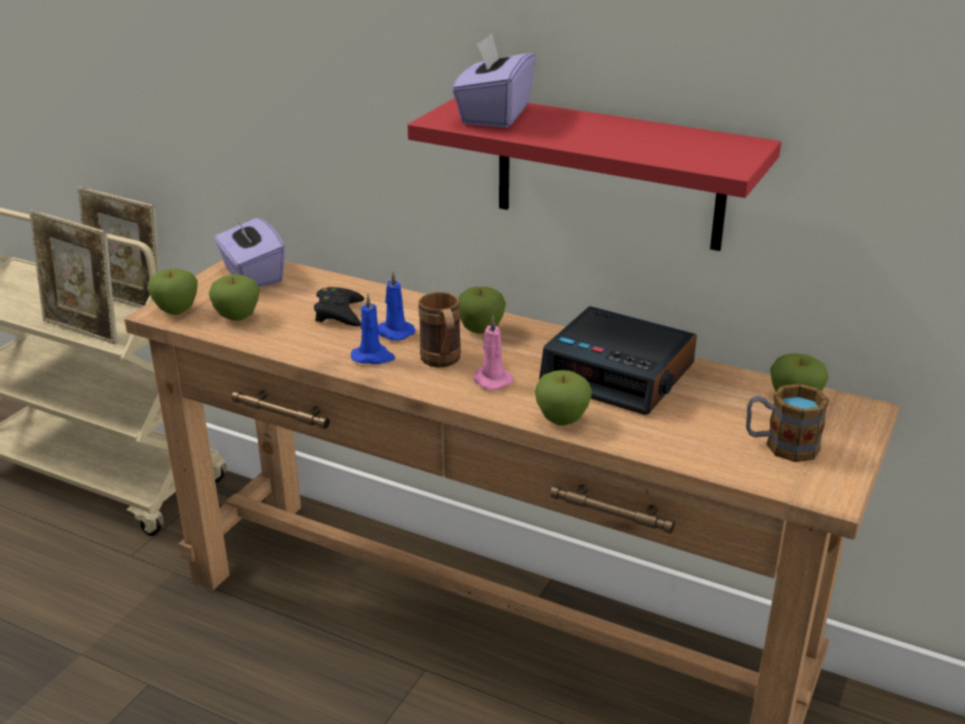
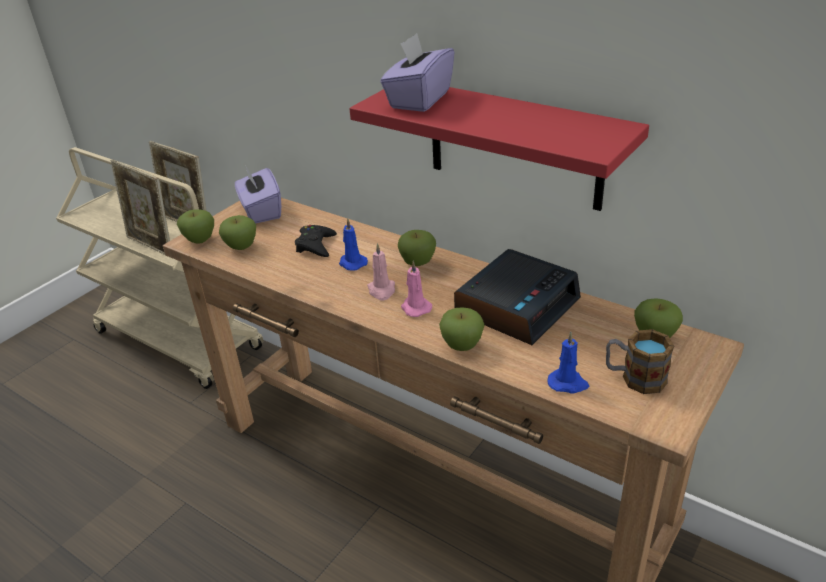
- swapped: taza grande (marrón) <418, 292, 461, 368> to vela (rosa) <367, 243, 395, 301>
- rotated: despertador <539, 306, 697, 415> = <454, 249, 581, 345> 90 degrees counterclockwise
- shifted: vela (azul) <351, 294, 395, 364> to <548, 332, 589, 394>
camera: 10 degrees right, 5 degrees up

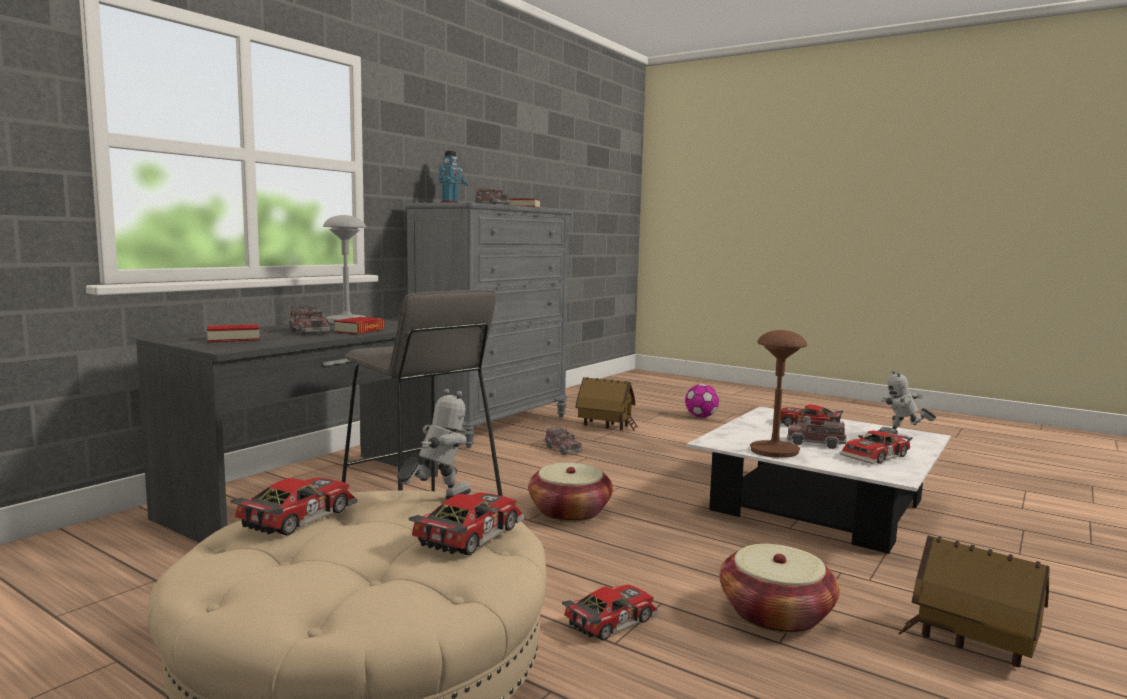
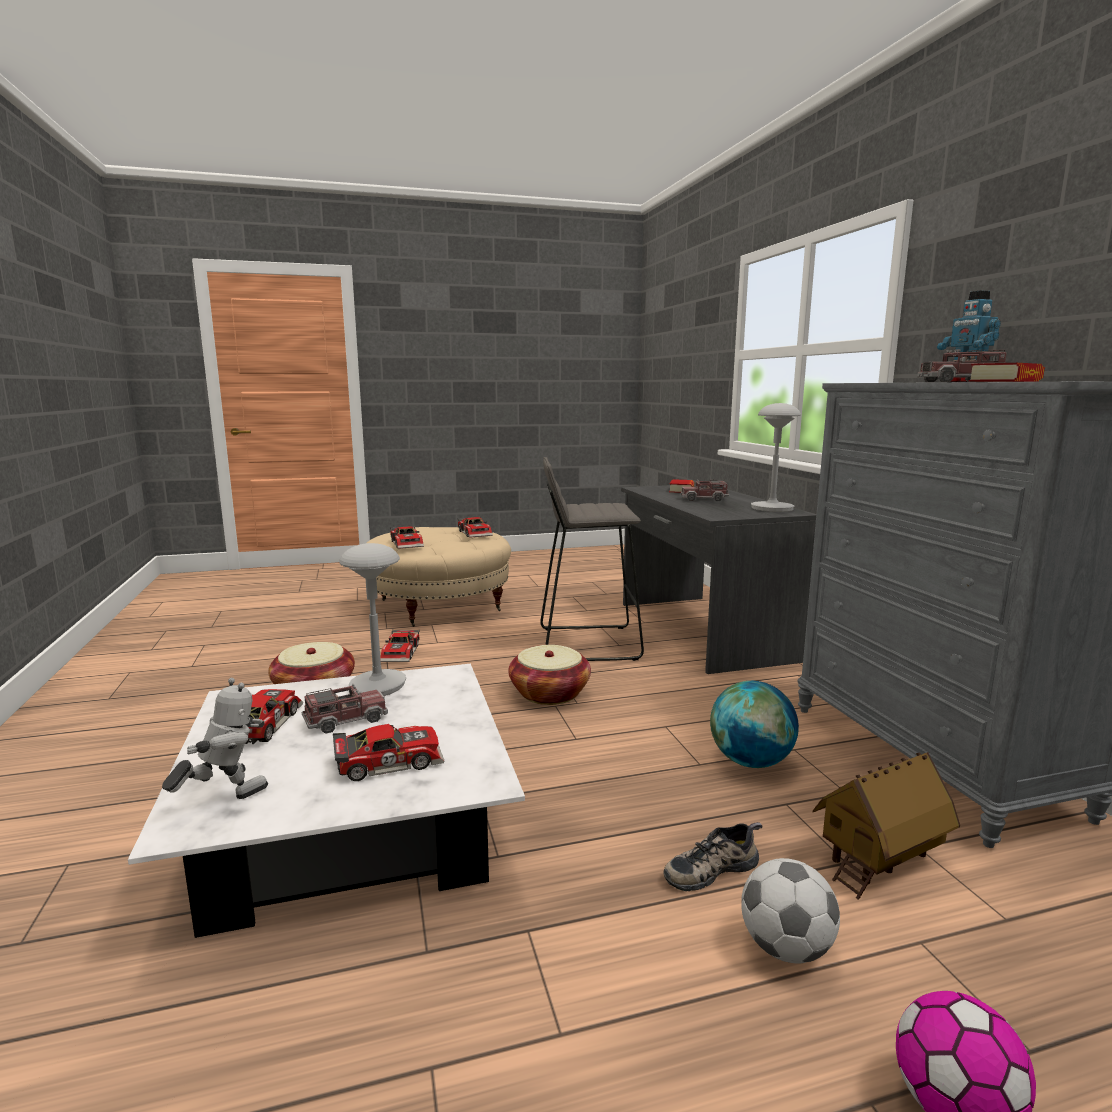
- repainted: lámpara de mesa (marrón) <750, 330, 807, 458> to lámpara de mesa (gris) <339, 543, 406, 696>
- new: zapato <663, 822, 763, 891>
- swapped: camión de juguete <543, 427, 583, 455> to globo terráqueo <710, 681, 799, 768>
- new: balón de fútbol <741, 858, 840, 963>
- gone: libro <334, 317, 385, 334>
- gone: robot de juguete <397, 389, 471, 500>
- gone: casita <898, 536, 1050, 667>
camera: 130 degrees right, 5 degrees up

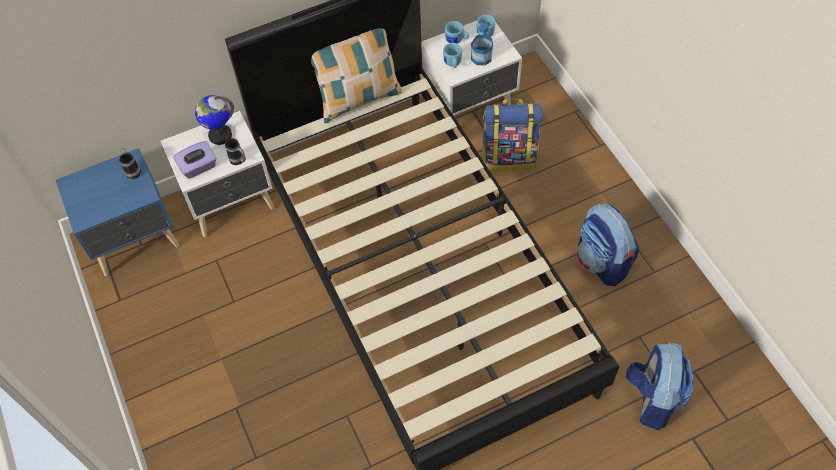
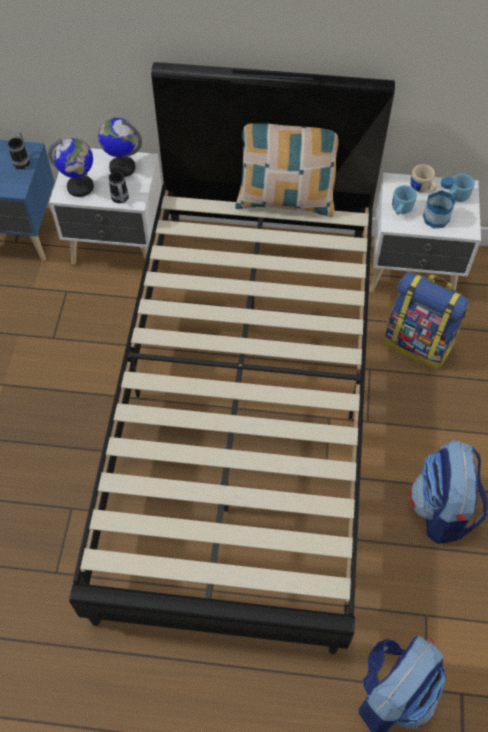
- swapped: caja de pañuelos (morado) <173, 141, 216, 179> to globo terráqueo <48, 138, 94, 197>
- repainted: taza grande (azul) <445, 21, 469, 44> to taza grande (beis) <410, 164, 437, 193>
camera: 30 degrees right, 0 degrees up

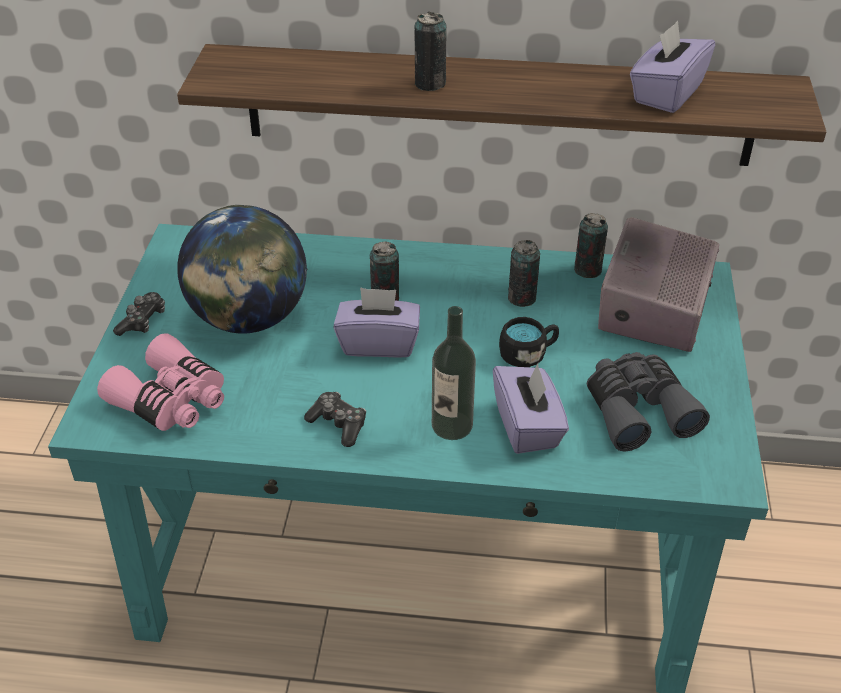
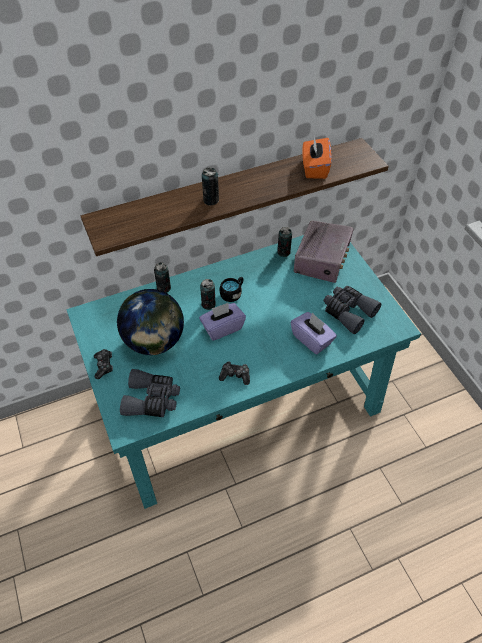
- repainted: prismáticos (rosa) <97, 333, 224, 431> to prismáticos (gris) <120, 369, 180, 417>
- shifted: lata <508, 240, 540, 307> to <154, 262, 171, 293>
- shifted: taza grande (negro) <499, 317, 559, 367> to <220, 277, 243, 302>
- rotated: radio <598, 217, 719, 352> = <294, 221, 353, 283> 150 degrees counterclockwise
- repainted: caja de pañuelos (morado) <630, 21, 715, 113> to caja de pañuelos (naranja) <302, 136, 332, 179>
- gone: botella <432, 306, 476, 440>
camera: 30 degrees left, 10 degrees up

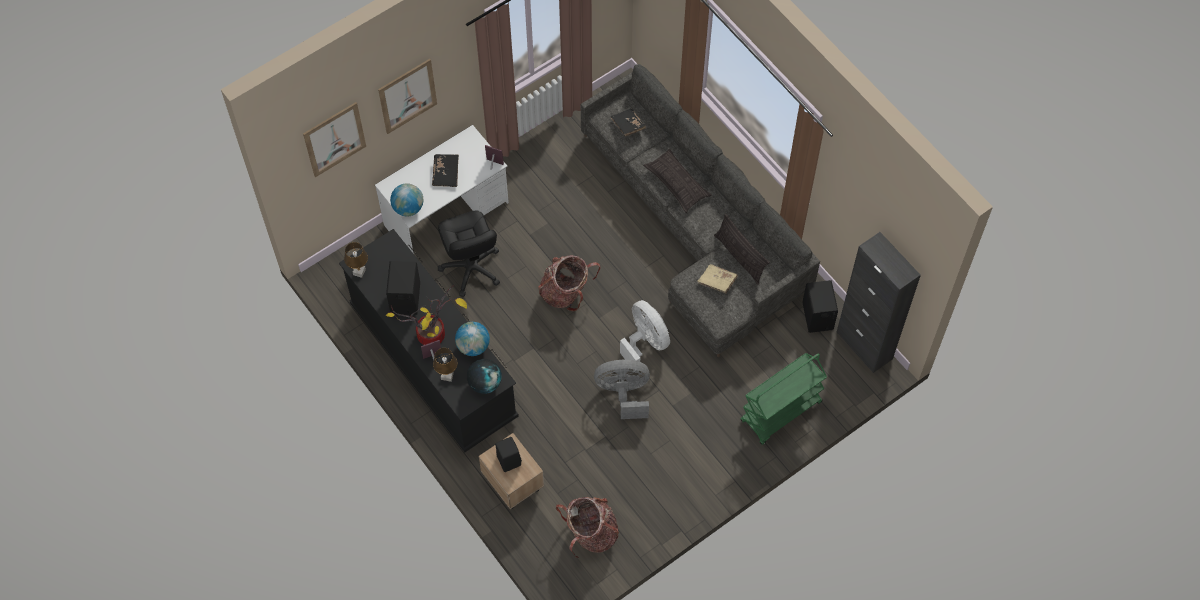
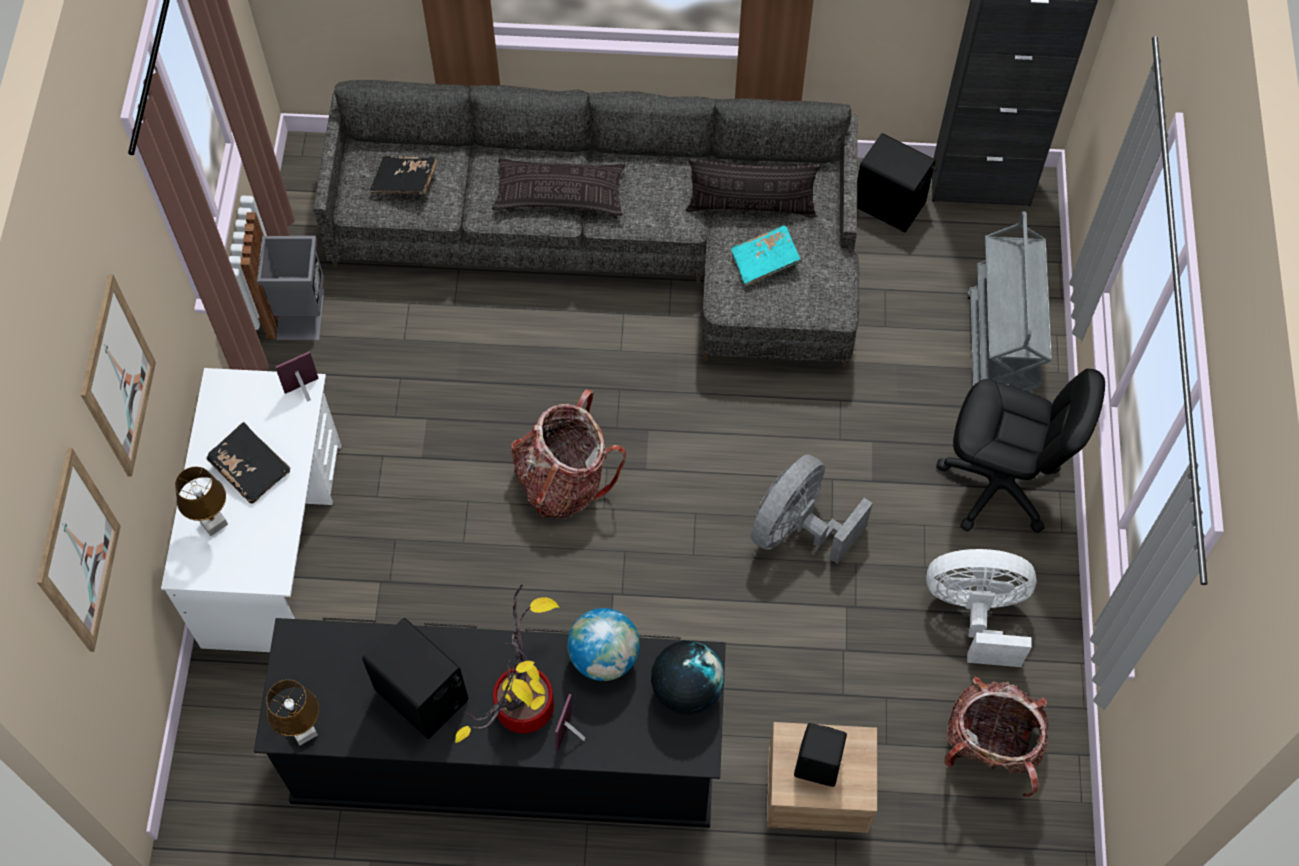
- shifted: lámpara de mesa (marrón) <433, 348, 457, 382> to <175, 467, 228, 536>
- new: papelera (gris) <240, 212, 324, 340>
- repainted: libro (beis) <697, 264, 738, 294> to libro (turquesa) <731, 225, 802, 287>
- shifted: ventilador (blanco) <620, 300, 670, 373> to <926, 549, 1037, 667>
- shifted: silla de oficina (negro) <438, 211, 500, 297> to <936, 369, 1105, 533>
- repainted: carrito (verde) <740, 353, 827, 445> to carrito (gris) <967, 212, 1052, 393>
- gone: globo terráqueo <390, 183, 423, 216>
camera: 50 degrees left, 0 degrees up

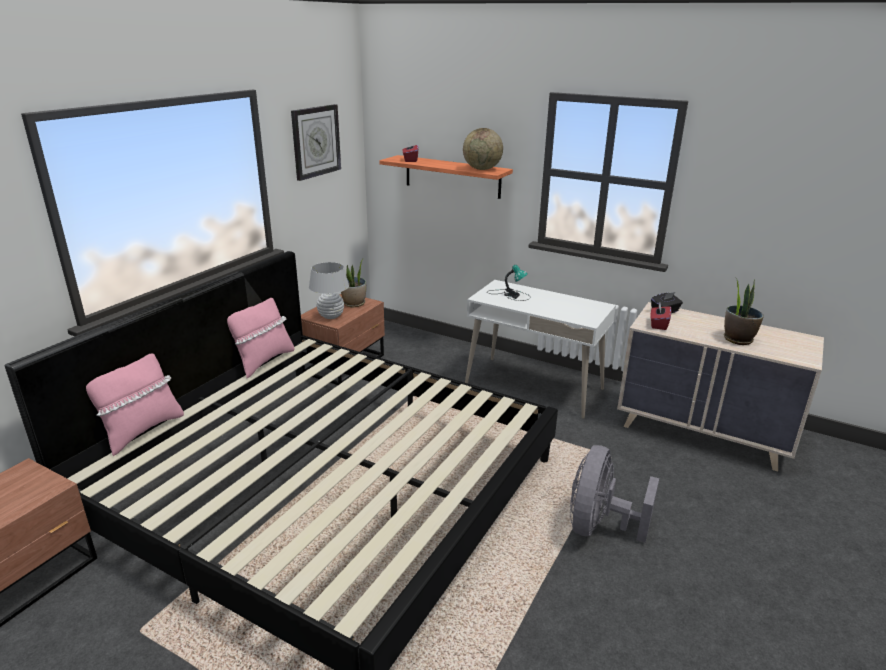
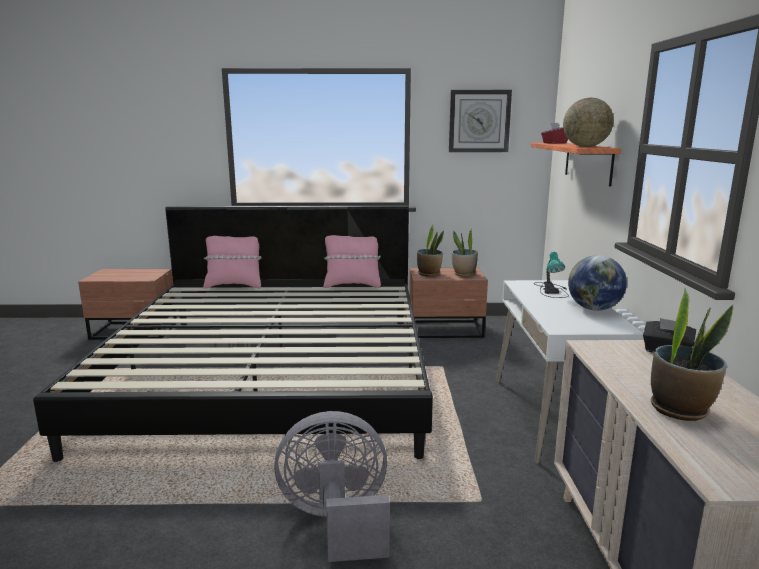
- swapped: lámpara de mesa (blanco) <309, 262, 349, 319> to planta en maceta <417, 225, 444, 277>
- new: globo terráqueo <568, 255, 627, 311>
- gone: caja de pañuelos (rojo) <650, 303, 671, 330>
camera: 60 degrees right, 10 degrees down

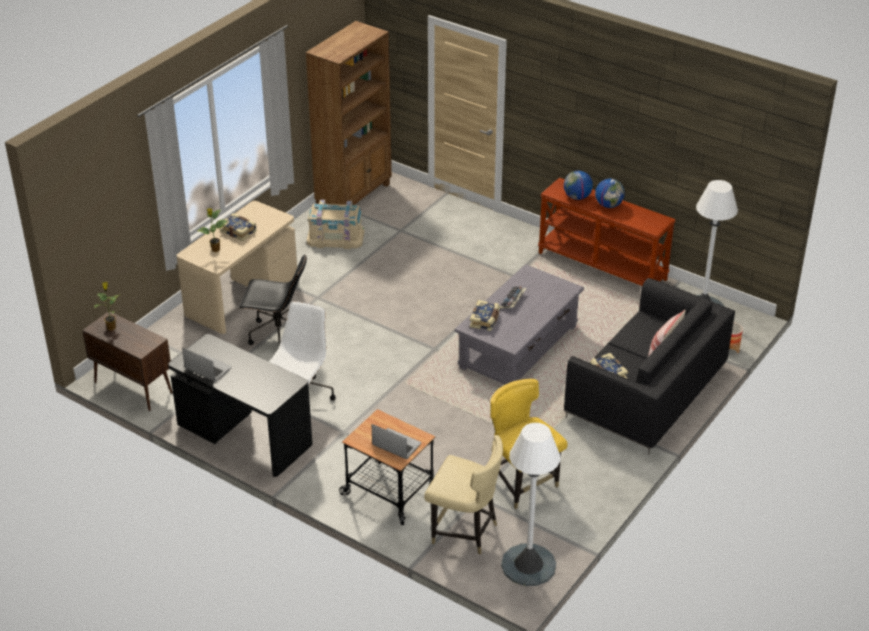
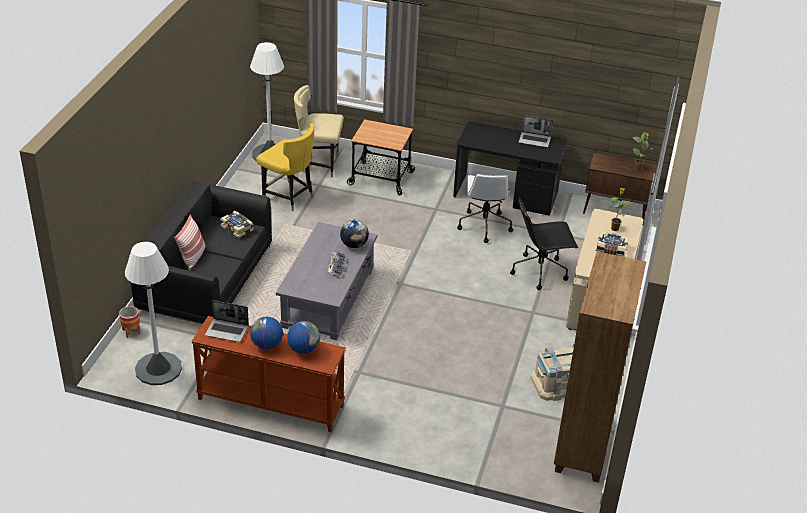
- shifted: portátil <372, 424, 421, 459> to <205, 300, 249, 342>
- swapped: libro <470, 300, 500, 331> to globo terráqueo <340, 220, 369, 248>
camera: 160 degrees right, 0 degrees up

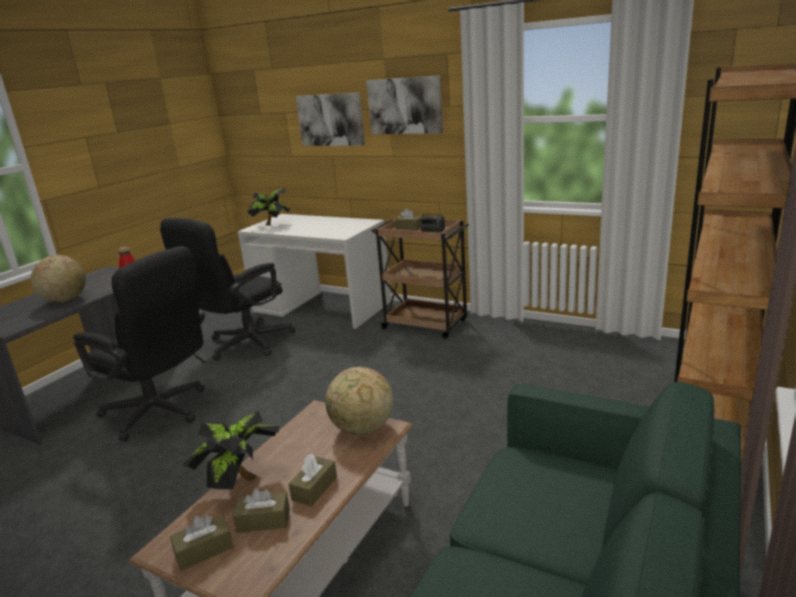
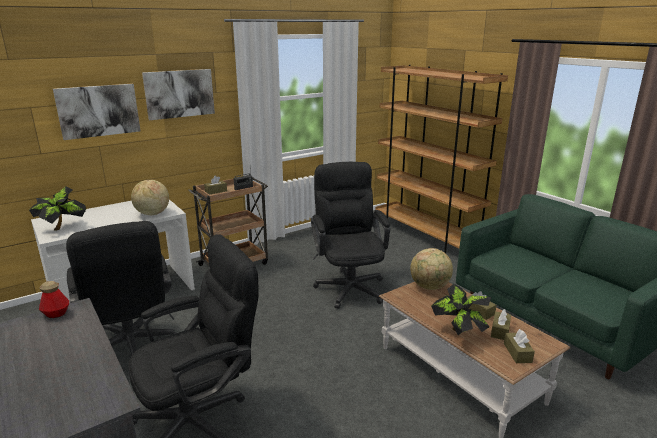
- shifted: globo terráqueo <31, 255, 86, 303> to <131, 180, 169, 215>
- new: silla de oficina (negro) <311, 162, 390, 309>
camera: 65 degrees left, 0 degrees up

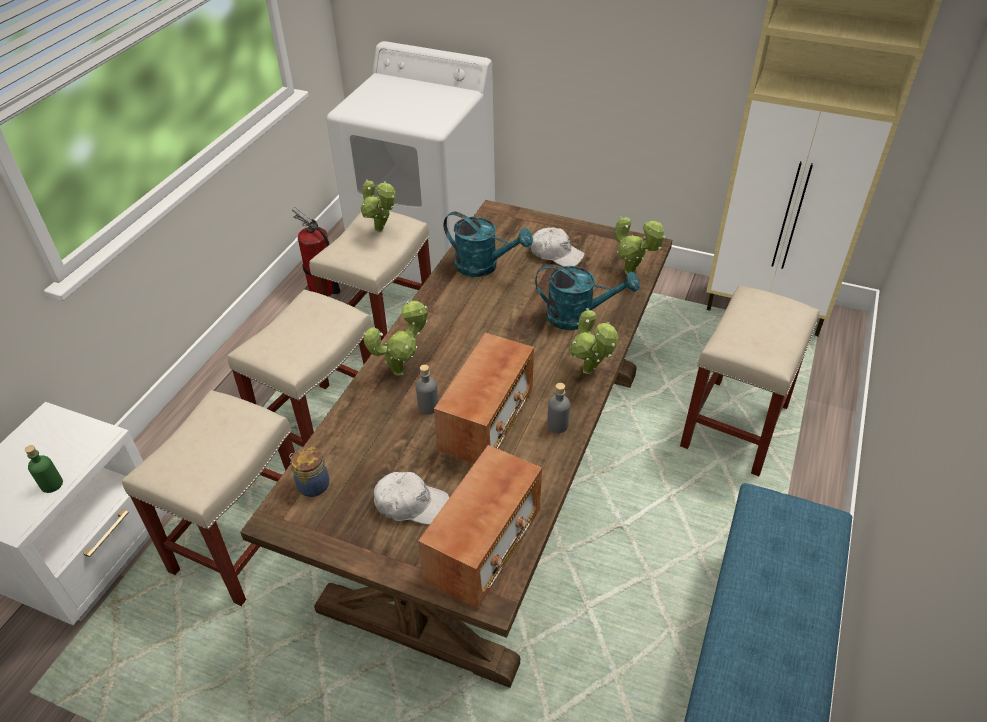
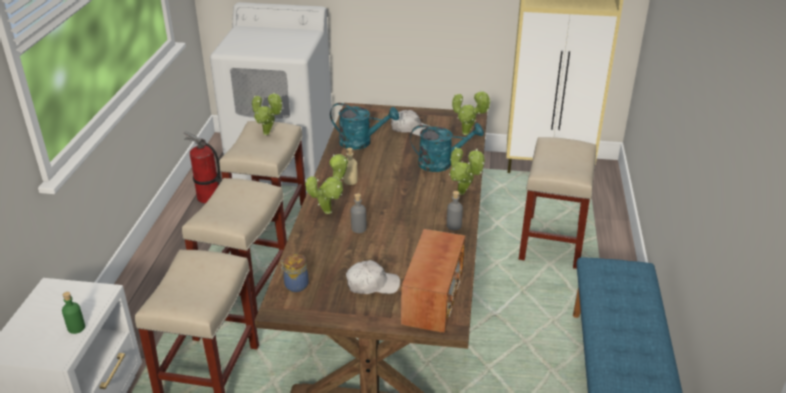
- new: botella (beis) <343, 148, 358, 185>
- gone: radio <434, 333, 534, 463>
camera: 15 degrees left, 10 degrees down

